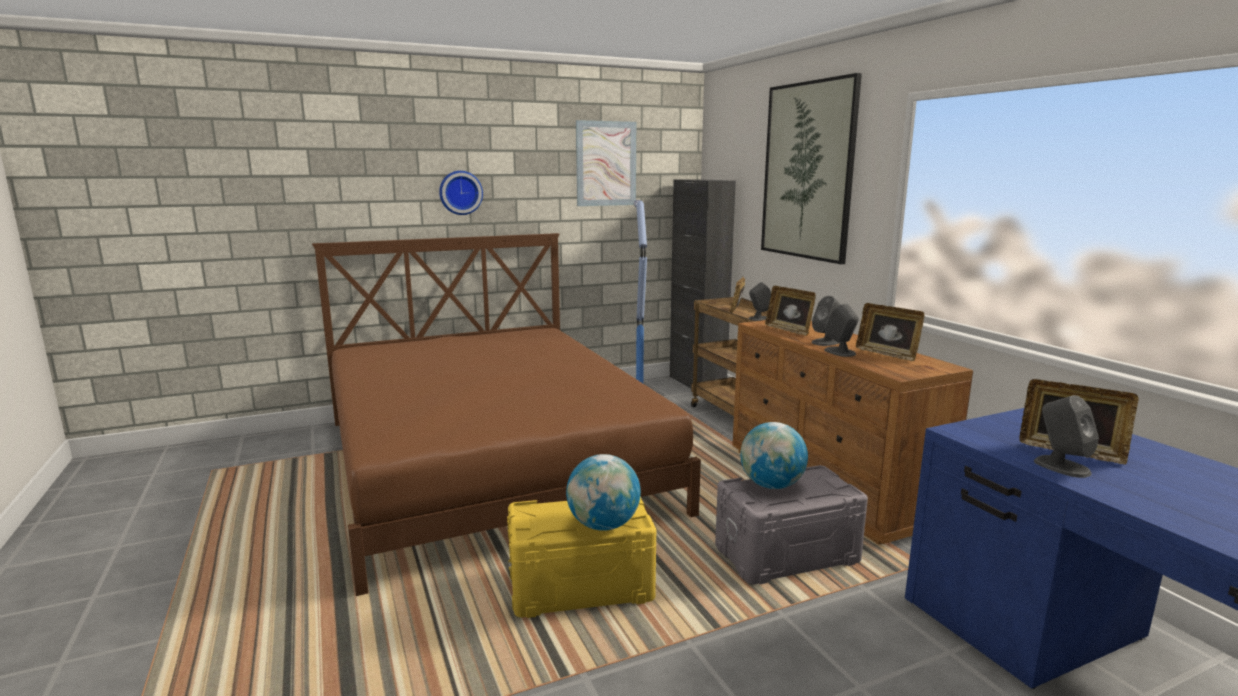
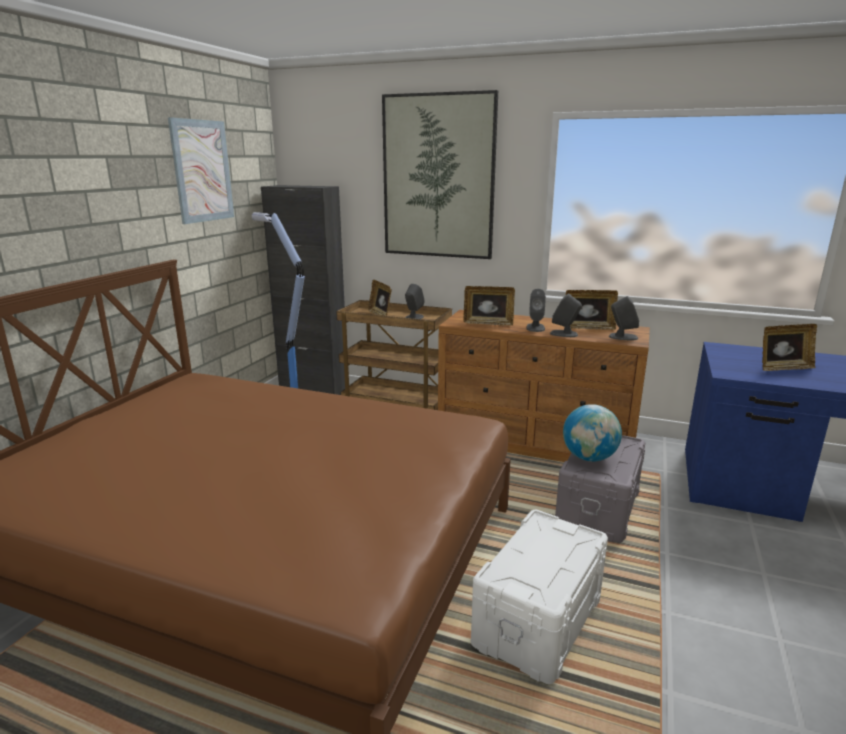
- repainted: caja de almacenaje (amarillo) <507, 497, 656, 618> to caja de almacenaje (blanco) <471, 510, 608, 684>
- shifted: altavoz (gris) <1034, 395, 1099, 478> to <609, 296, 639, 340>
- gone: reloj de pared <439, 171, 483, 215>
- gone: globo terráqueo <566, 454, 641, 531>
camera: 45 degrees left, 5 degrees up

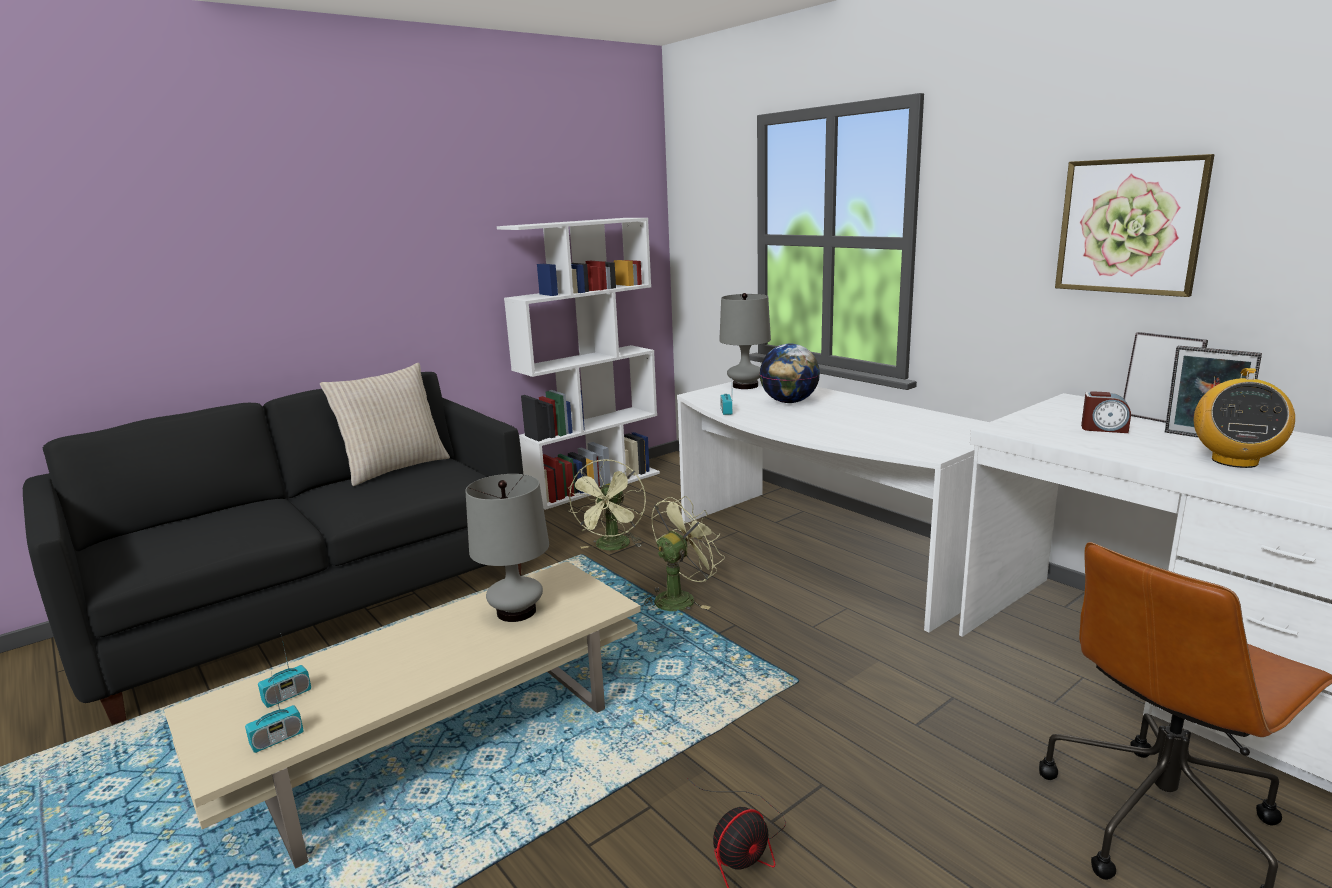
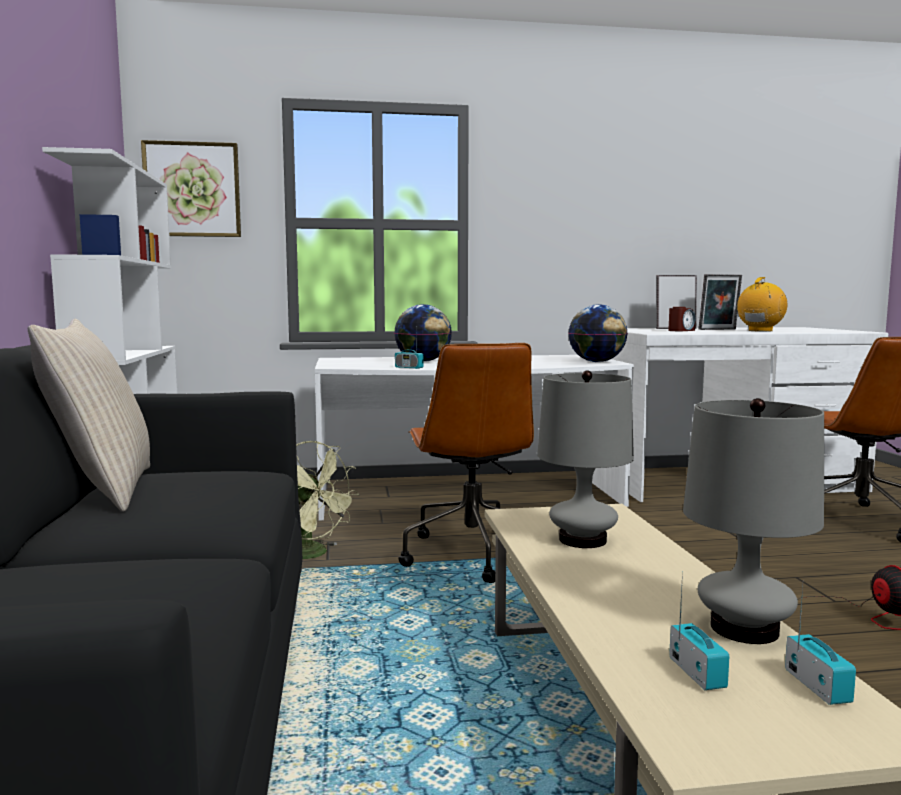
- shifted: cuadro <1055, 154, 1215, 297> to <141, 140, 241, 237>
- swapped: ventilador (verde) <642, 496, 725, 611> to silla de oficina (marrón) <399, 343, 534, 583>
- new: globo terráqueo <569, 304, 628, 362>
- shifted: lámpara de mesa (gris) <719, 293, 771, 389> to <683, 398, 824, 644>
- rotated: radio <1194, 368, 1295, 468> = <737, 277, 788, 332> 105 degrees counterclockwise
camera: 60 degrees left, 10 degrees down

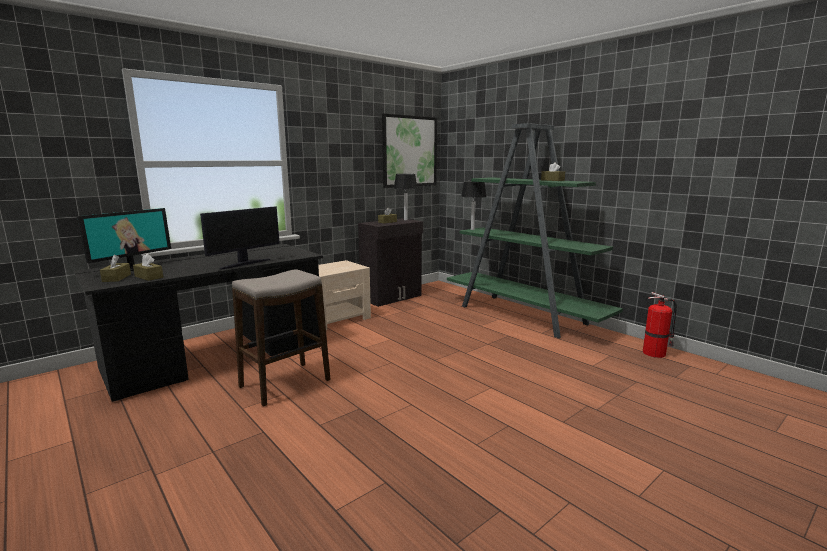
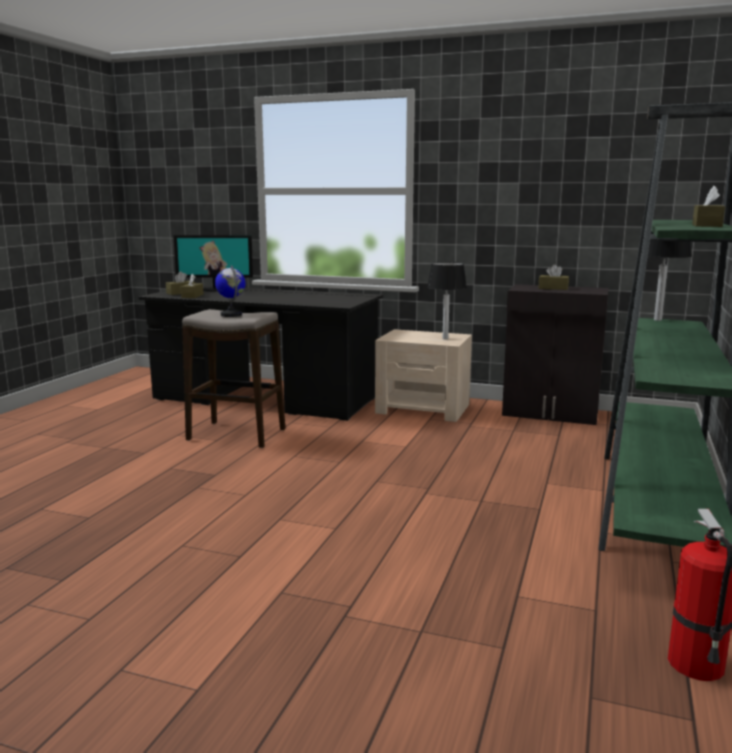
- new: globo terráqueo <215, 265, 245, 317>
- shifted: lámpara de mesa <394, 174, 418, 220> to <427, 262, 467, 339>
- gone: monitor <200, 206, 280, 270>
- gone: cuadro <382, 114, 437, 188>
camera: 60 degrees right, 0 degrees up

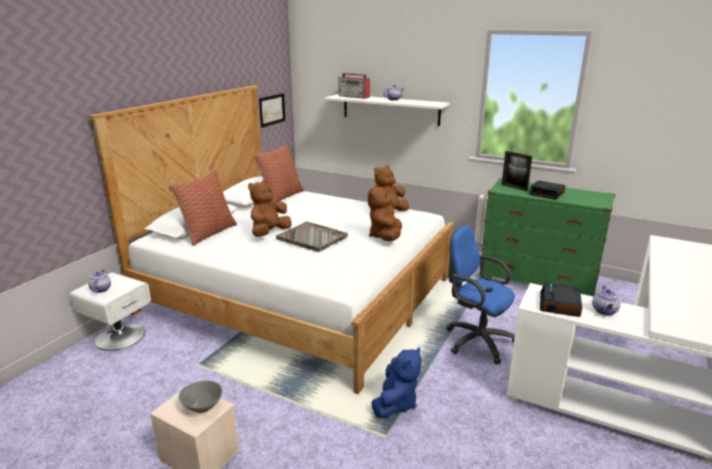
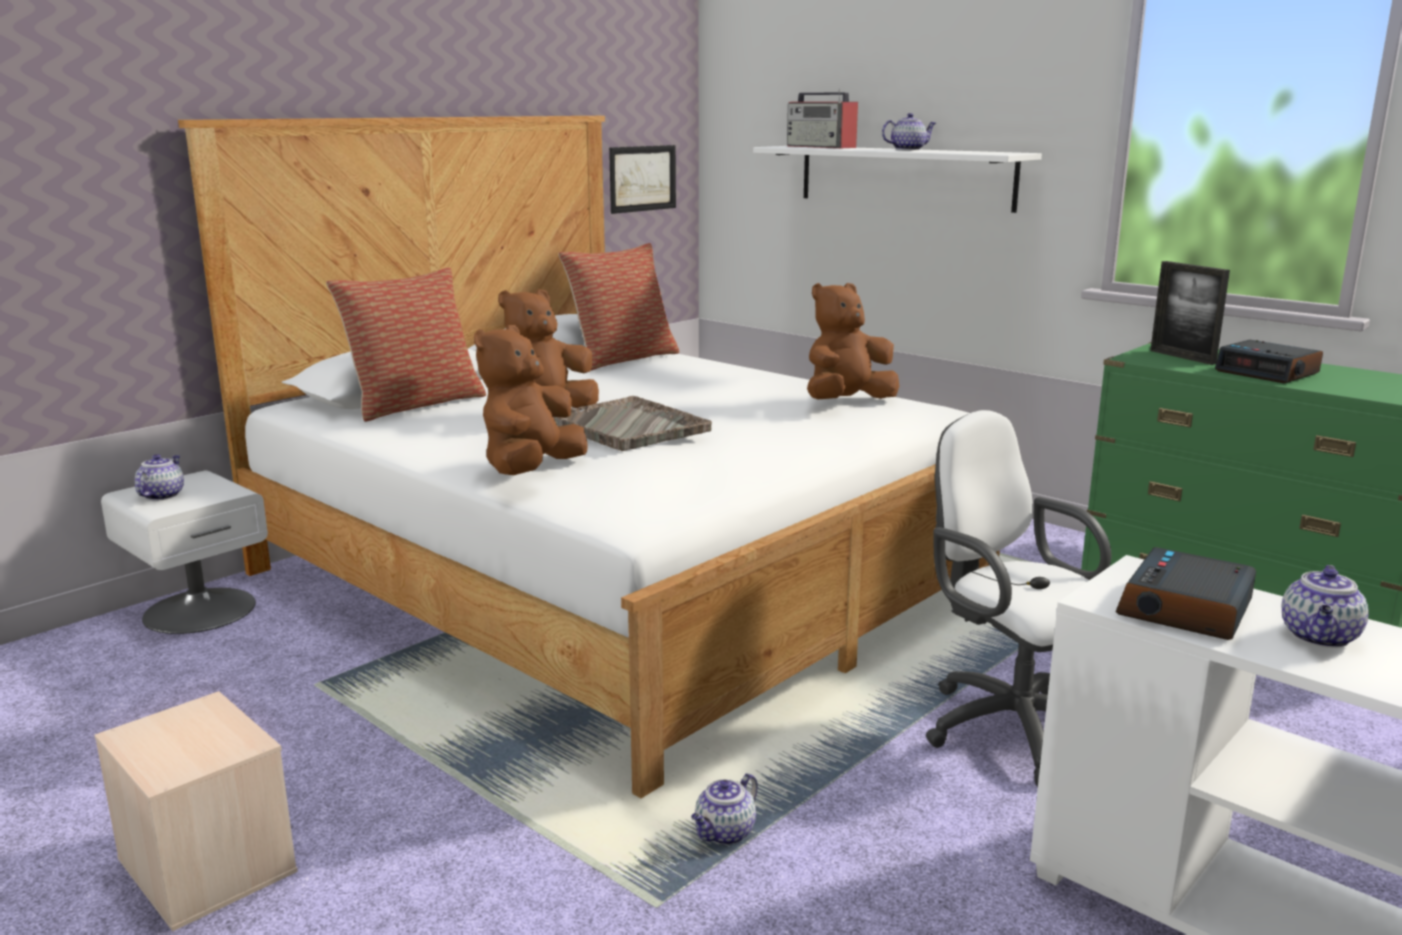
- shifted: peluche (marrón) <368, 184, 402, 241> to <474, 325, 588, 475>
- swapped: peluche (azul) <371, 347, 422, 418> to tetera <691, 773, 758, 844>
- repainted: silla de oficina (azul) <446, 225, 515, 364> to silla de oficina (blanco) <926, 410, 1111, 786>
- gone: cuenco (gris) <179, 381, 222, 413>
camera: 15 degrees right, 5 degrees down

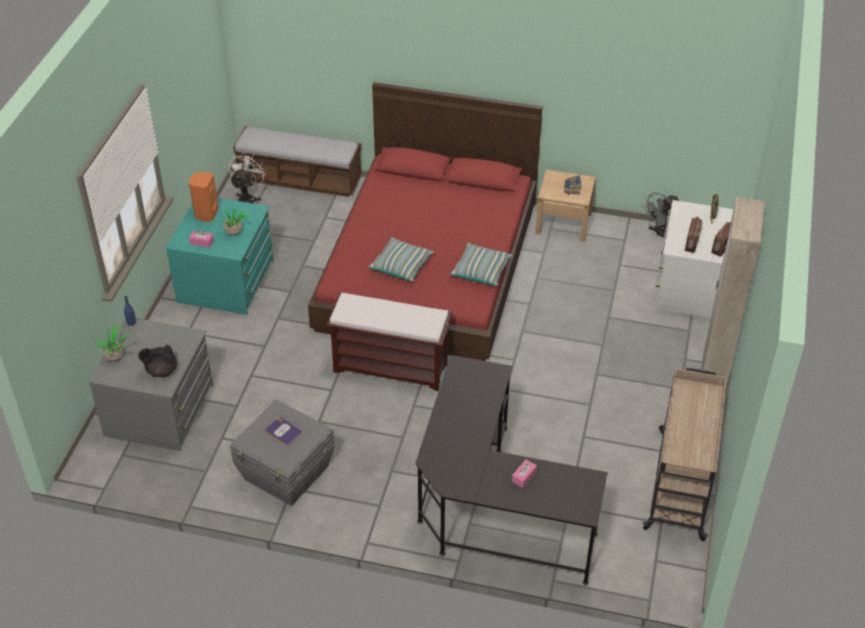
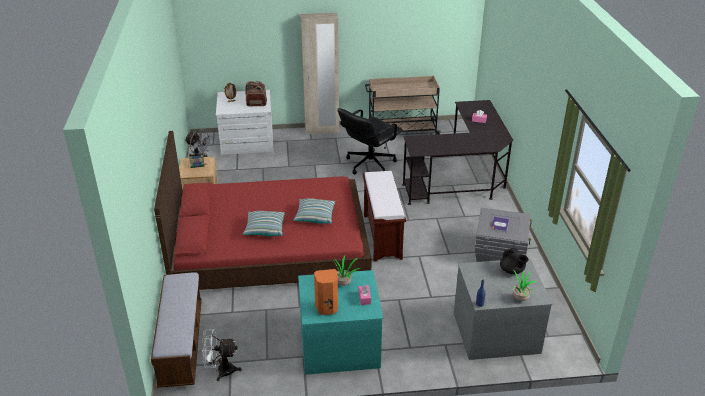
- shifted: cojín <450, 243, 513, 286> to <243, 211, 285, 236>
- new: silla de oficina (negro) <337, 108, 403, 174>
camera: 110 degrees left, 10 degrees down

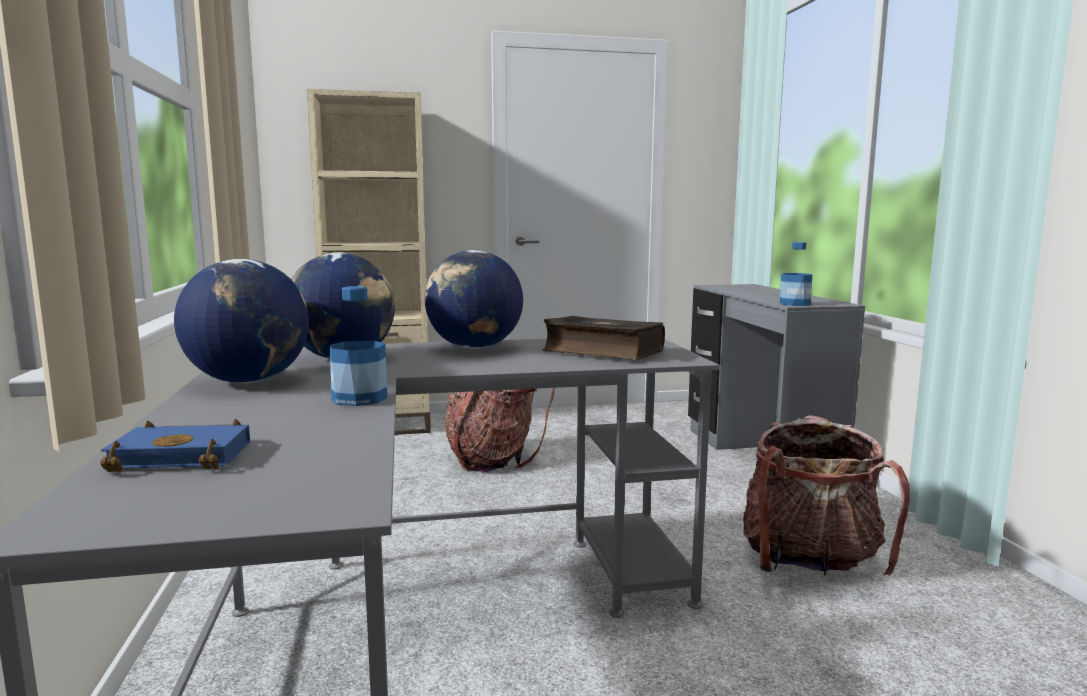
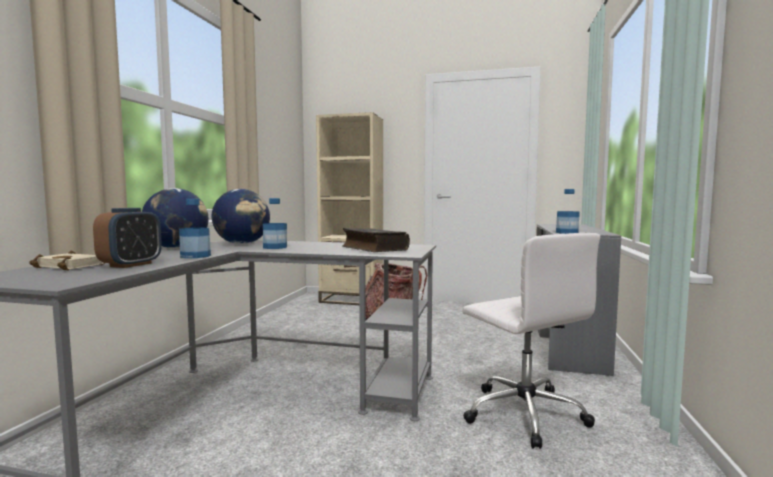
- repainted: libro (azul) <100, 419, 250, 472> to libro (beis) <29, 251, 105, 270>
- new: despertador <93, 208, 162, 268>
- new: botella <263, 198, 287, 249>
- swapped: mochila <743, 415, 910, 576> to silla de oficina (blanco) <462, 233, 600, 449>
- gone: globo terráqueo <425, 250, 523, 349>
camera: 25 degrees right, 5 degrees down

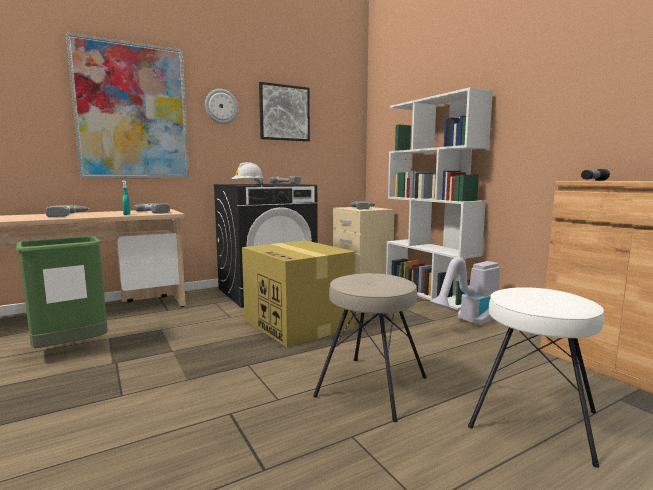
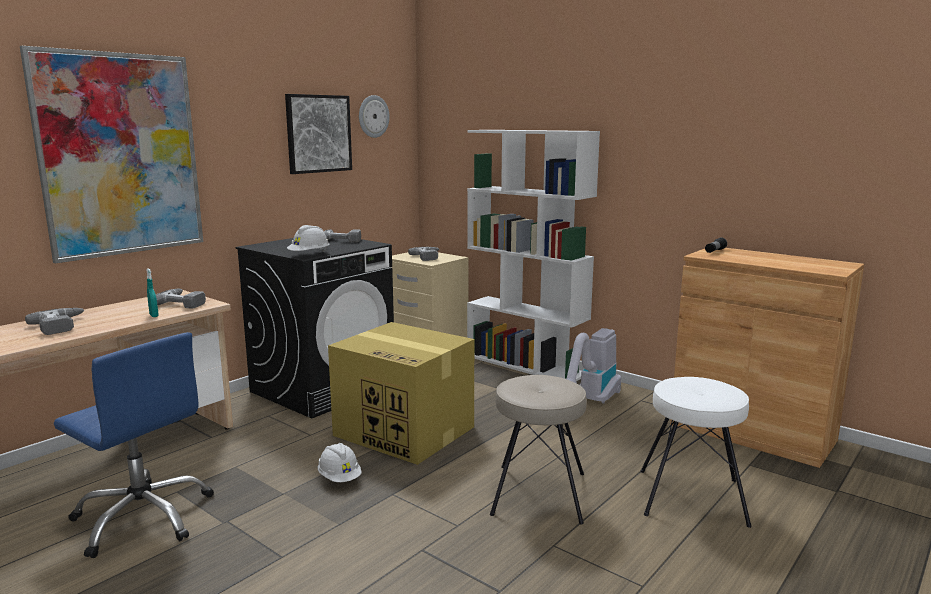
- swapped: papelera (verde) <16, 236, 108, 348> to silla de oficina (azul) <54, 332, 214, 558>
- new: casco (blanco) <318, 443, 362, 482>
- shifted: reloj de pared <205, 89, 238, 124> to <359, 95, 390, 138>
camera: 20 degrees left, 5 degrees up

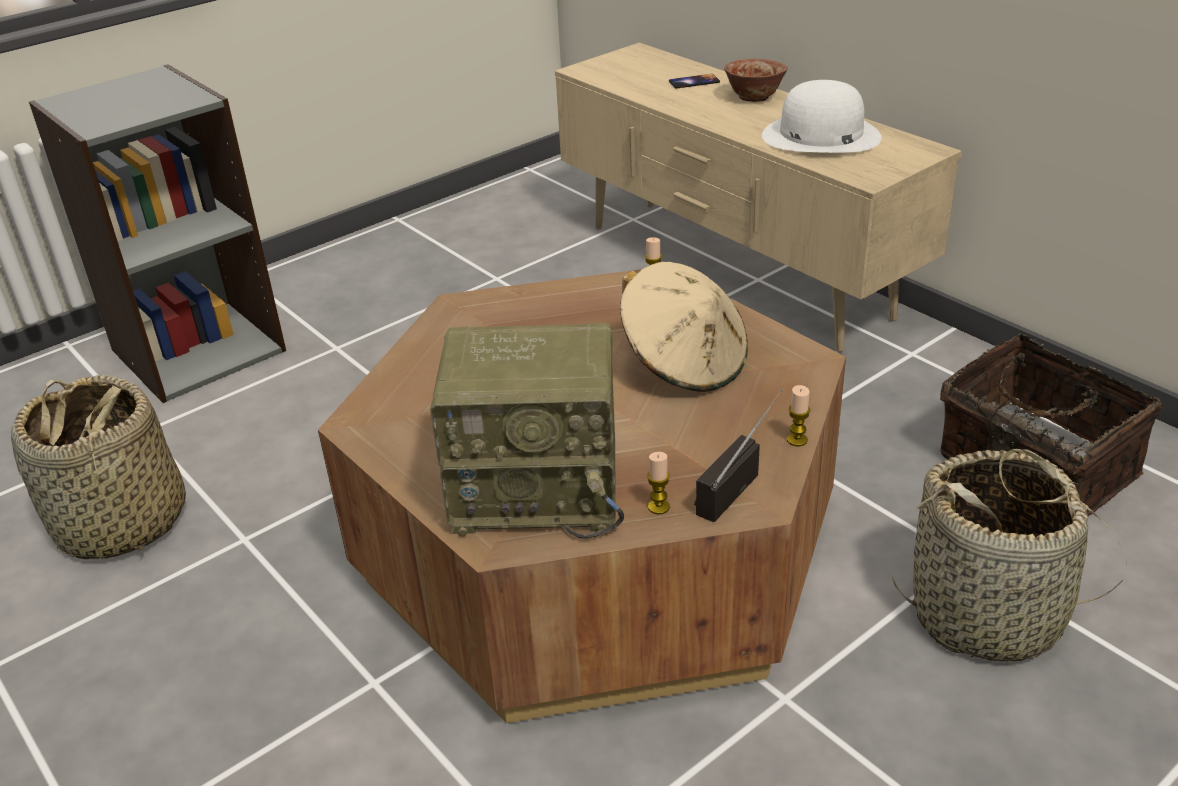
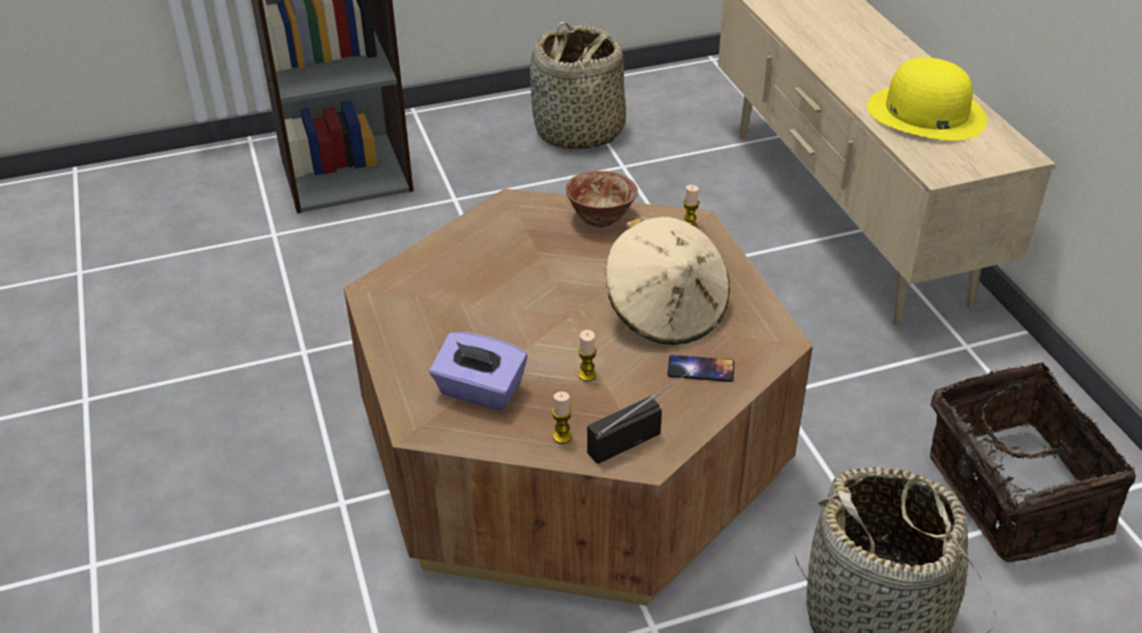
- swapped: radio <430, 323, 624, 539> to caja de pañuelos (morado) <430, 332, 527, 411>
- shifted: cesta <11, 375, 186, 560> to <530, 21, 626, 149>
- shifted: cuenco <724, 59, 788, 102> to <566, 171, 638, 227>
- shifted: vela <787, 385, 810, 446> to <578, 330, 597, 382>
- shifted: móvil <669, 74, 720, 89> to <668, 355, 734, 382>
- repainted: sombrero (blanco) <762, 80, 882, 153> to sombrero (amarillo) <867, 58, 987, 140>
camera: 20 degrees right, 5 degrees up

